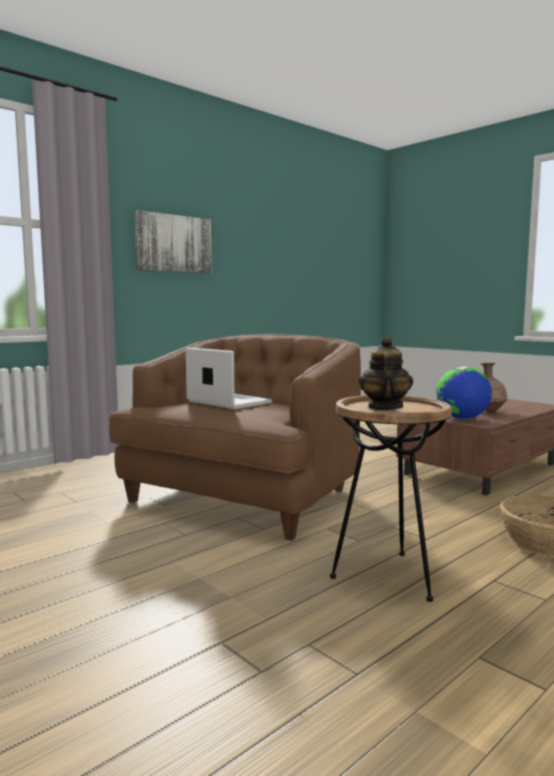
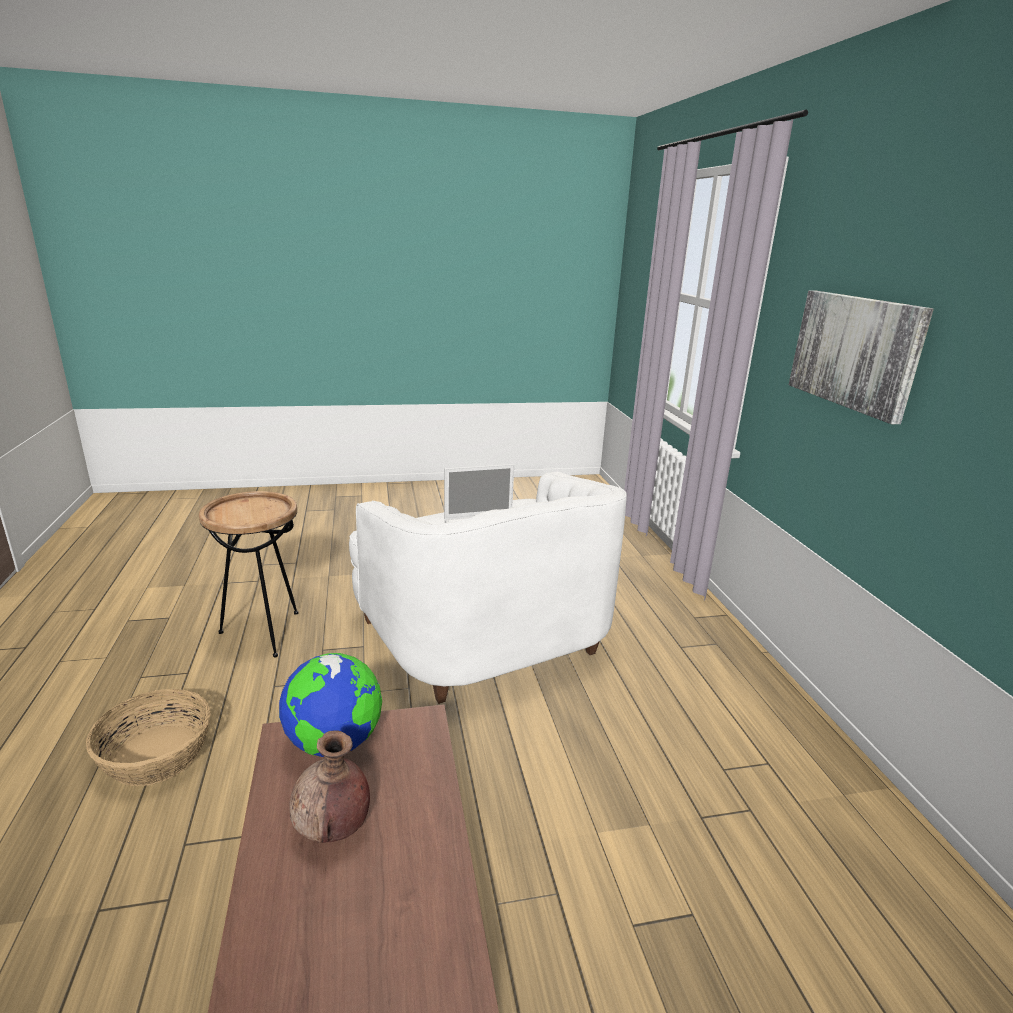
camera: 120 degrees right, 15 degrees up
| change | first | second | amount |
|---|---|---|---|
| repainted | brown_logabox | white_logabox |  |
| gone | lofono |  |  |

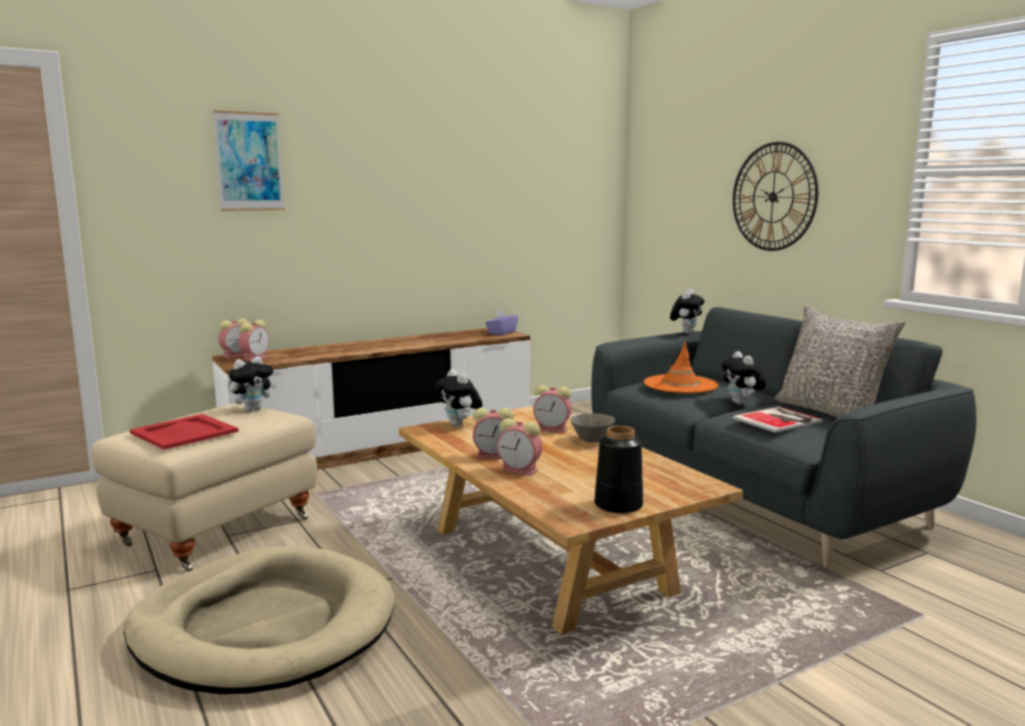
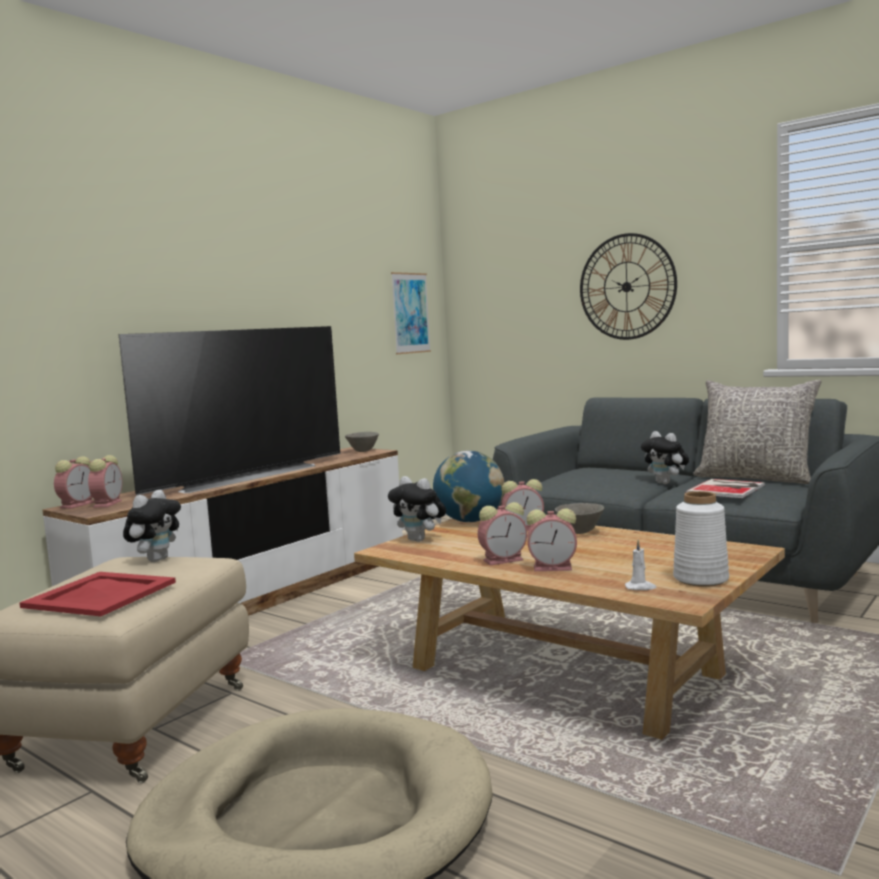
camera: 20 degrees left, 5 degrees down
| change | first | second | amount |
|---|---|---|---|
| shifted | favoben |  |  |
| swapped | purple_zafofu | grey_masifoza (no. 1 from left) |  |
| repainted | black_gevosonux | white_gevosonux |  |
| gone | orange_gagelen |  |  |
| gone | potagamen (no. 3 from left) |  |  |
| new |  | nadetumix |  |
| new |  | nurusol |  |
| new |  | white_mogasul |  |

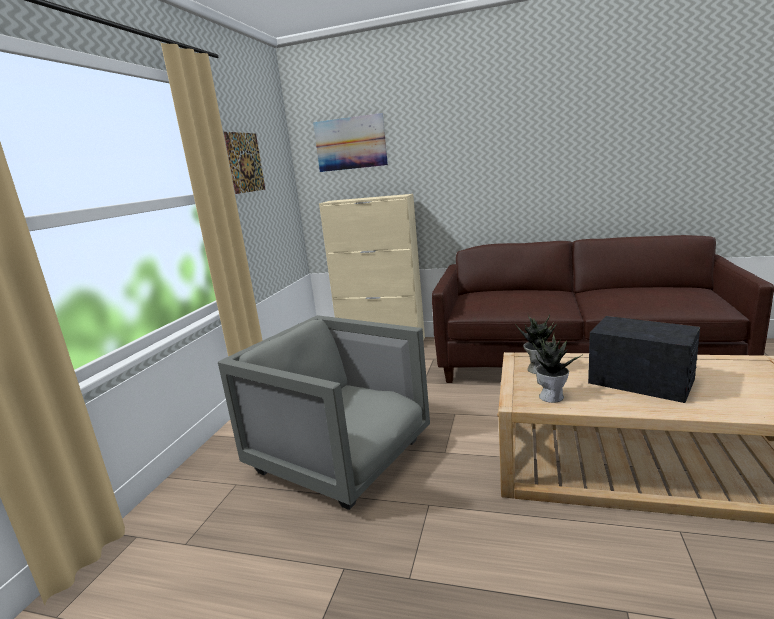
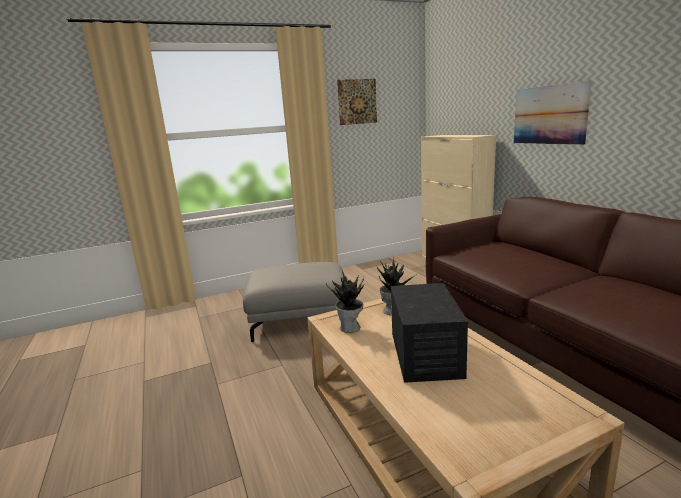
camera: 50 degrees right, 0 degrees up
| change | first | second | amount |
|---|---|---|---|
| swapped | grey_logabox | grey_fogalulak |  |
| shifted | favoben (no. 2 from left) |  |  |

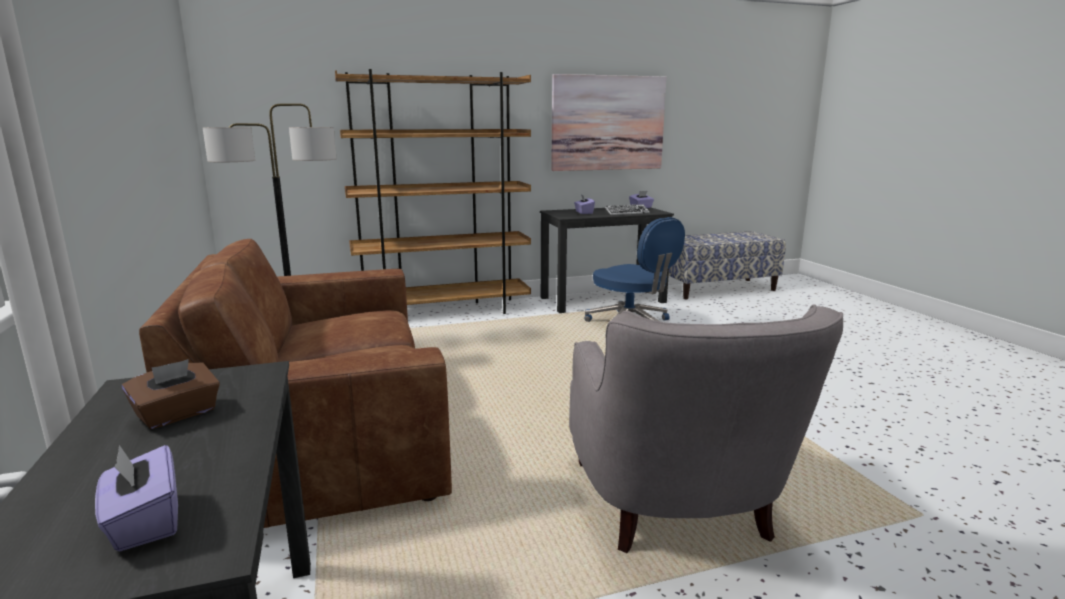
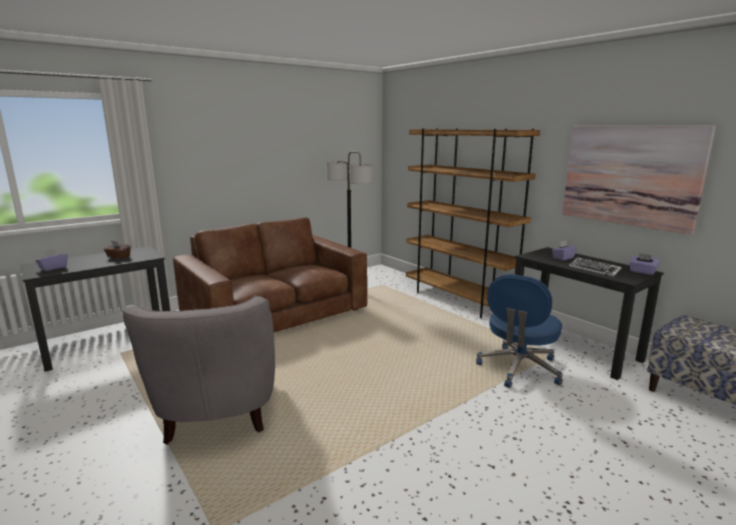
camera: 70 degrees right, 0 degrees up
| change | first | second | amount |
|---|---|---|---|
| rotated | grey_logabox |  | 75 degrees counterclockwise |

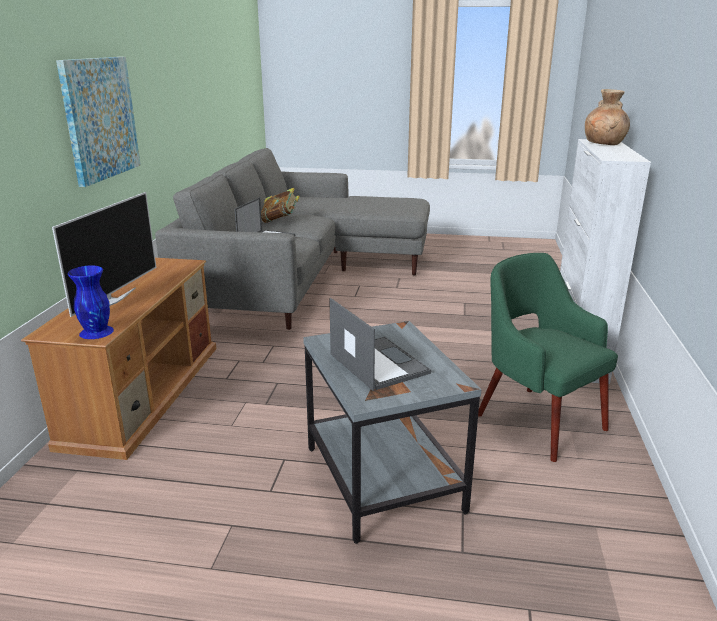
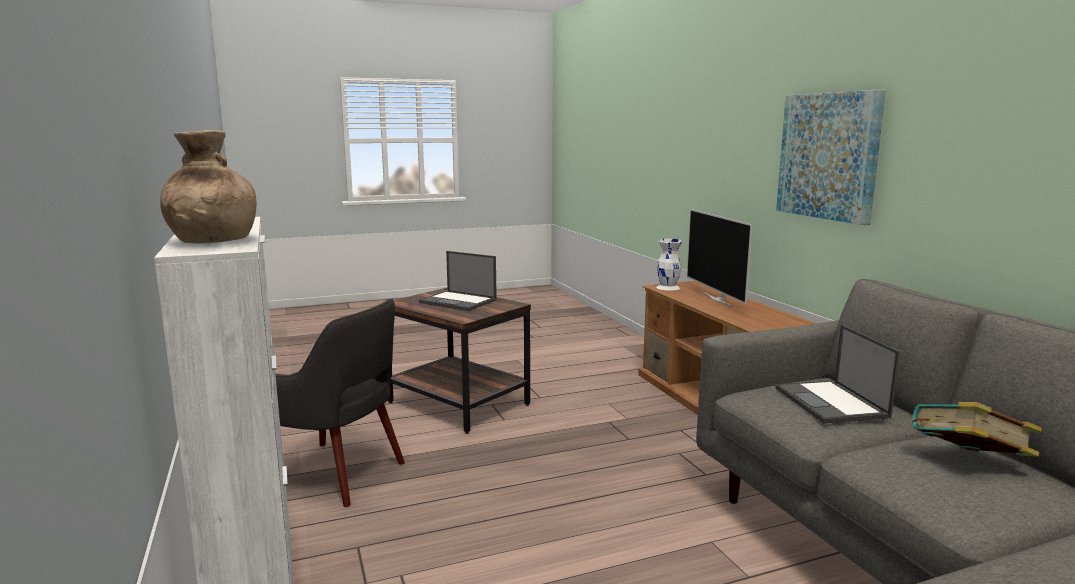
camera: 150 degrees right, 10 degrees down
| change | first | second | amount |
|---|---|---|---|
| repainted | blue_gevosonux | white_gevosonux |  |
| repainted | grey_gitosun | brown_gitosun |  |
| repainted | green_logabox | grey_logabox |  |

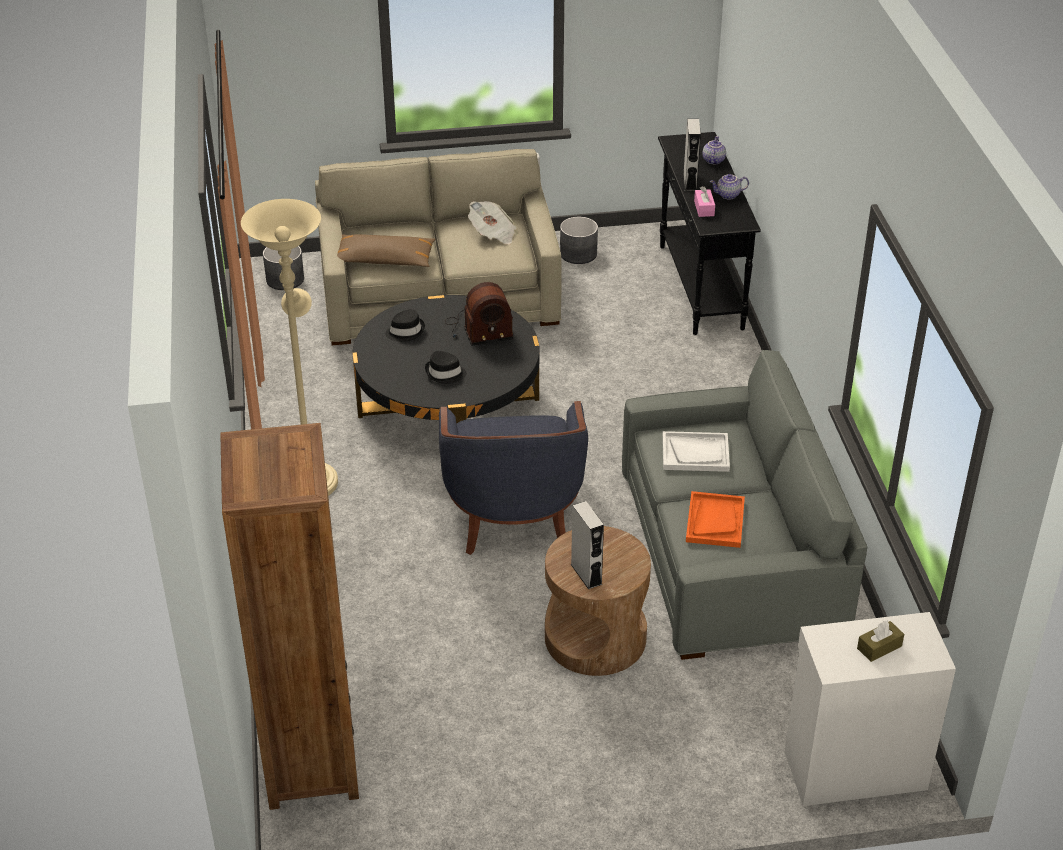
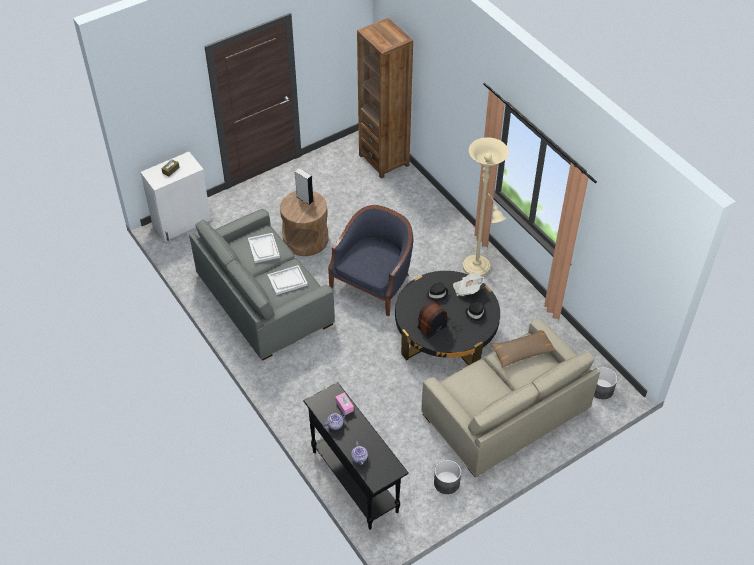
camera: 155 degrees right, 10 degrees up
| change | first | second | amount |
|---|---|---|---|
| rotated | blue_logabox |  | 60 degrees clockwise |
| shifted | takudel |  |  |
| gone | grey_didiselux (no. 2 from left) |  |  |
| repainted | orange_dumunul | white_dumunul (no. 1 from left) |  |

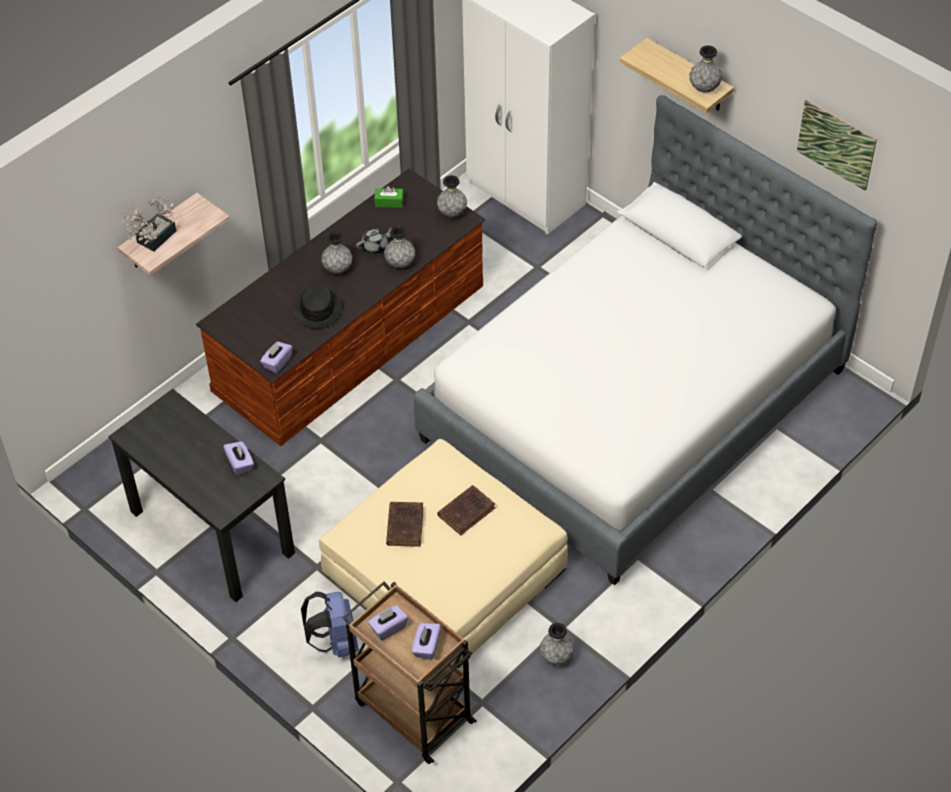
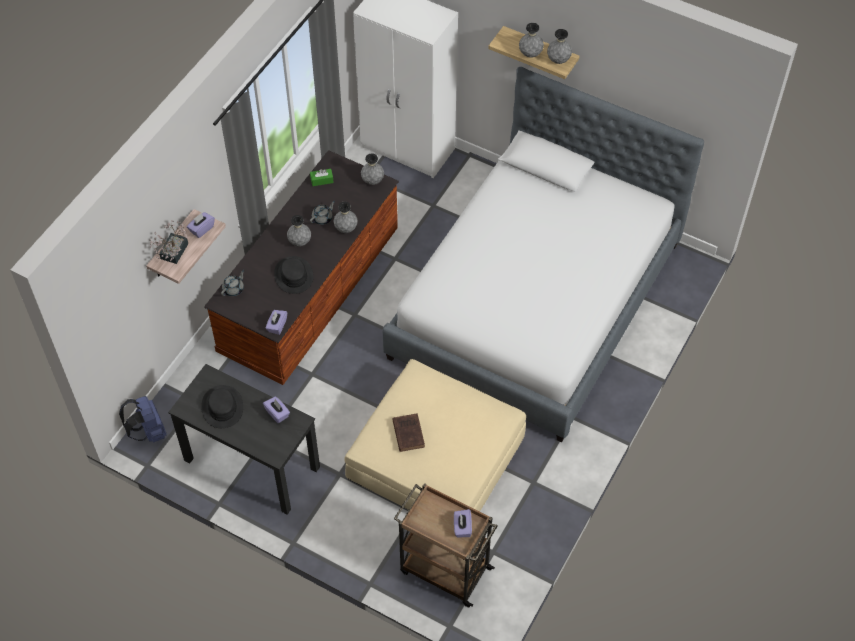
camera: 15 degrees left, 5 degrees up
| change | first | second | amount |
|---|---|---|---|
| shifted | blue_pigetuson |  |  |
| shifted | purple_zafofu (no. 3 from left in the first image) | purple_zafofu (no. 1 from left) |  |
| gone | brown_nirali (no. 2 from left) |  |  |
| shifted | grey_gevosonux (no. 4 from left) |  |  |
| gone | favoben |  |  |
| new |  | black_gagelen (no. 1 from left) |  |
| new |  | grey_lofono (no. 1 from left) |  |

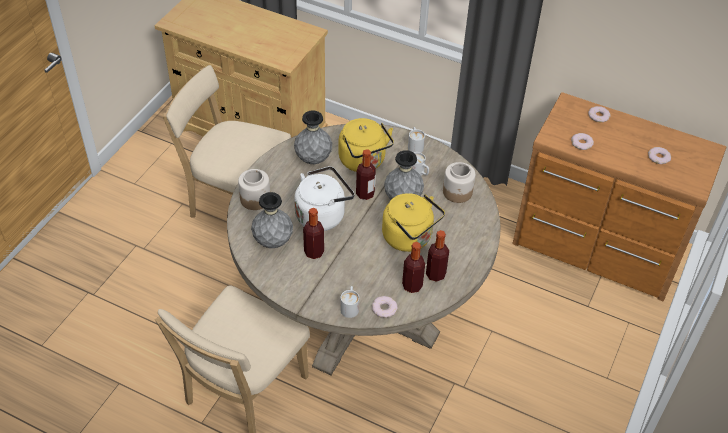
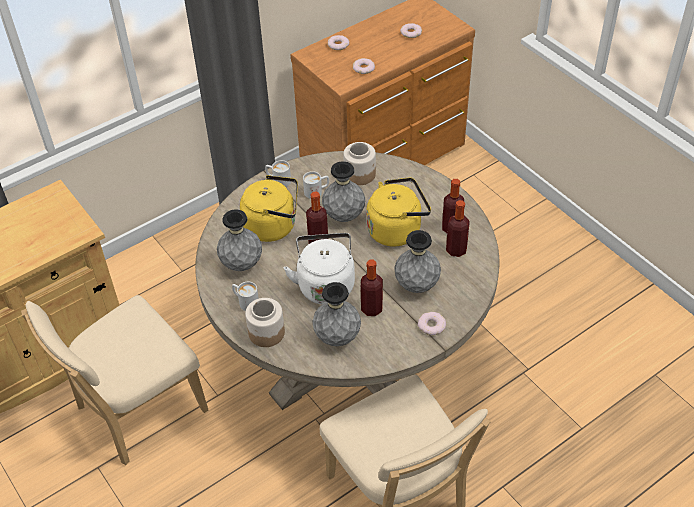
camera: 60 degrees left, 0 degrees up
| change | first | second | amount |
|---|---|---|---|
| shifted | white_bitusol (no. 1 from left) |  |  |
| shifted | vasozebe (no. 1 from left in the first image) | vasozebe (no. 4 from left) |  |
| new |  | grey_gevosonux (no. 4 from left) |  |

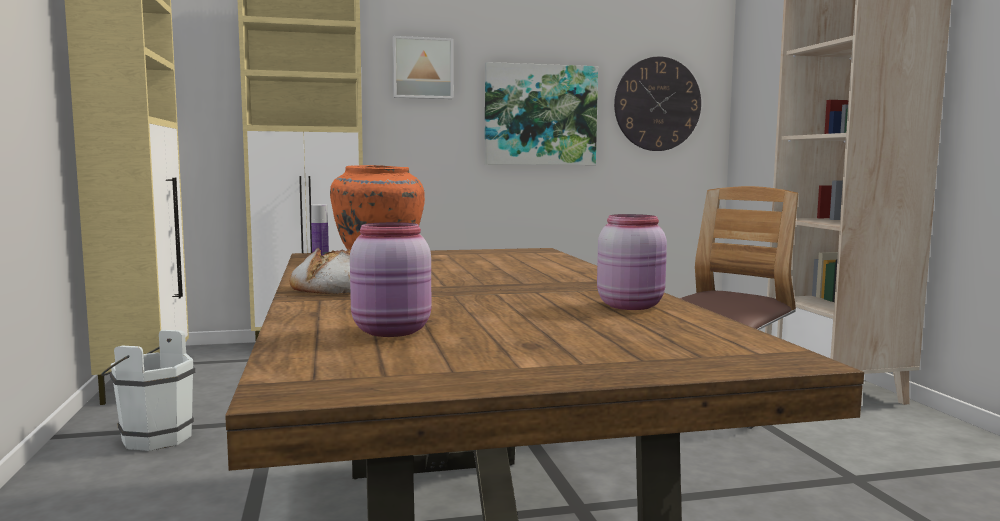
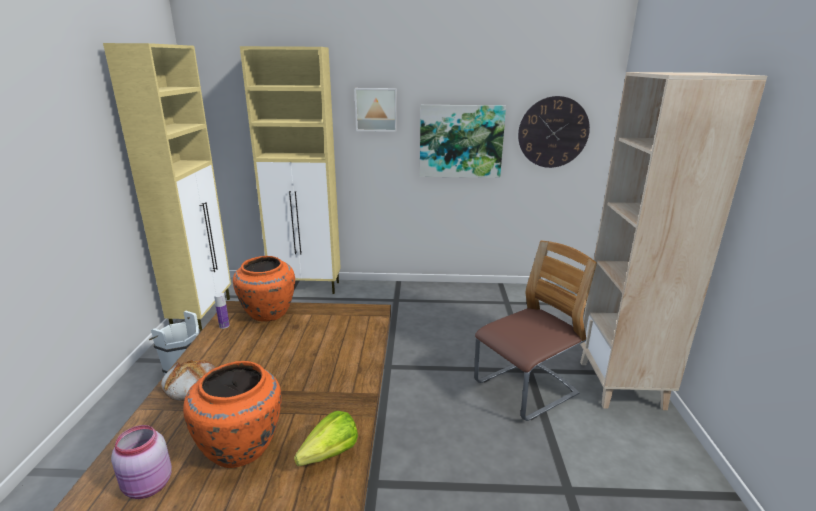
camera: 15 degrees right, 15 degrees up
| change | first | second | amount |
|---|---|---|---|
| swapped | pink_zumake (no. 2 from left) | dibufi |  |
| new |  | orange_gevosonux (no. 1 from left) |  |

